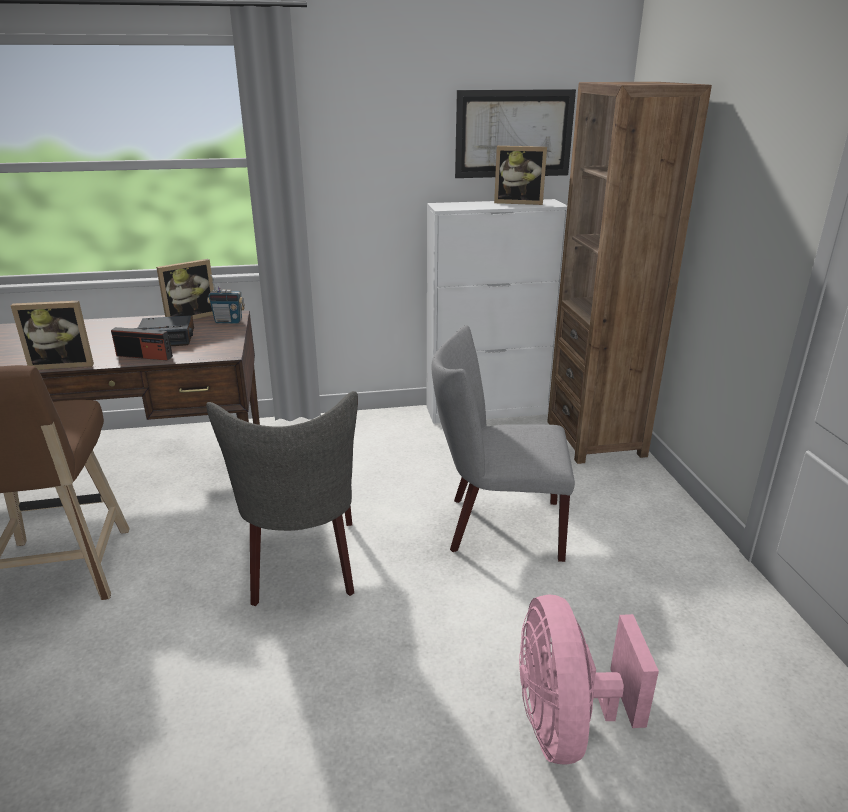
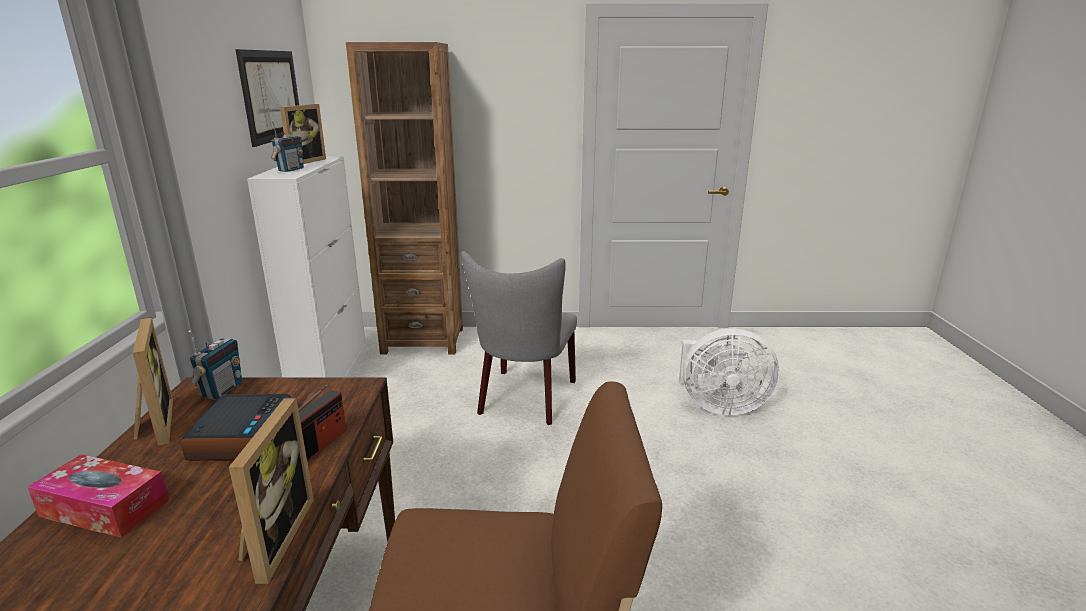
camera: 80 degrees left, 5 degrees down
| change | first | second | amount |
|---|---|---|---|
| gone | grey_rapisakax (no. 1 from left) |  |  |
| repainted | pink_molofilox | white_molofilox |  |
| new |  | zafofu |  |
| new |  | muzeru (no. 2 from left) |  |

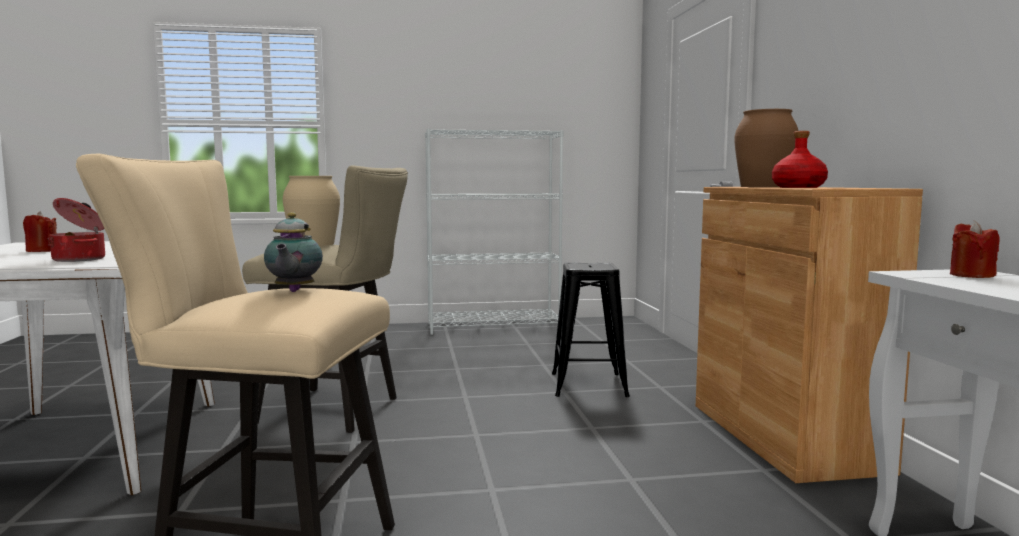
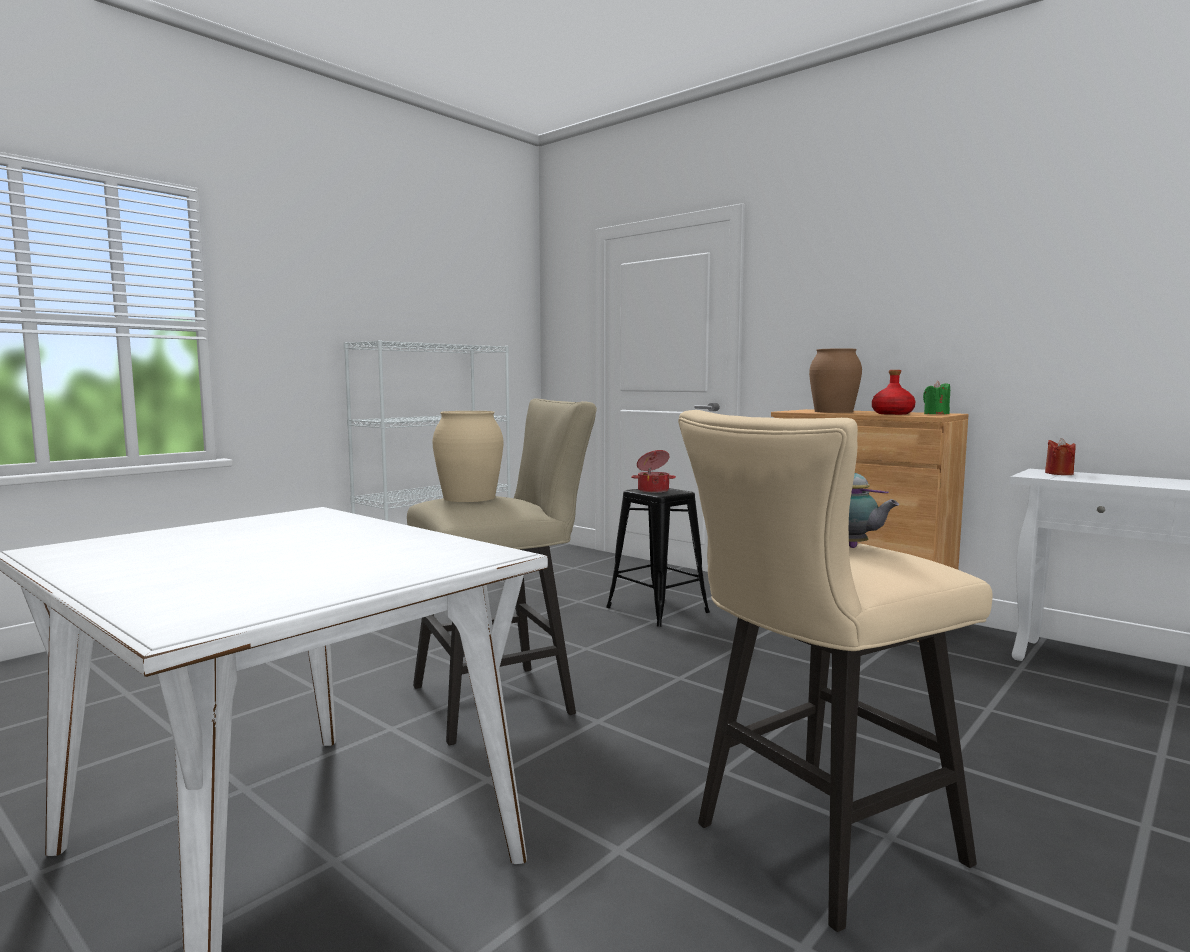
camera: 40 degrees left, 0 degrees up
| change | first | second | amount |
|---|---|---|---|
| gone | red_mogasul (no. 1 from left) |  |  |
| shifted | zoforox |  |  |
| new |  | green_mogasul |  |

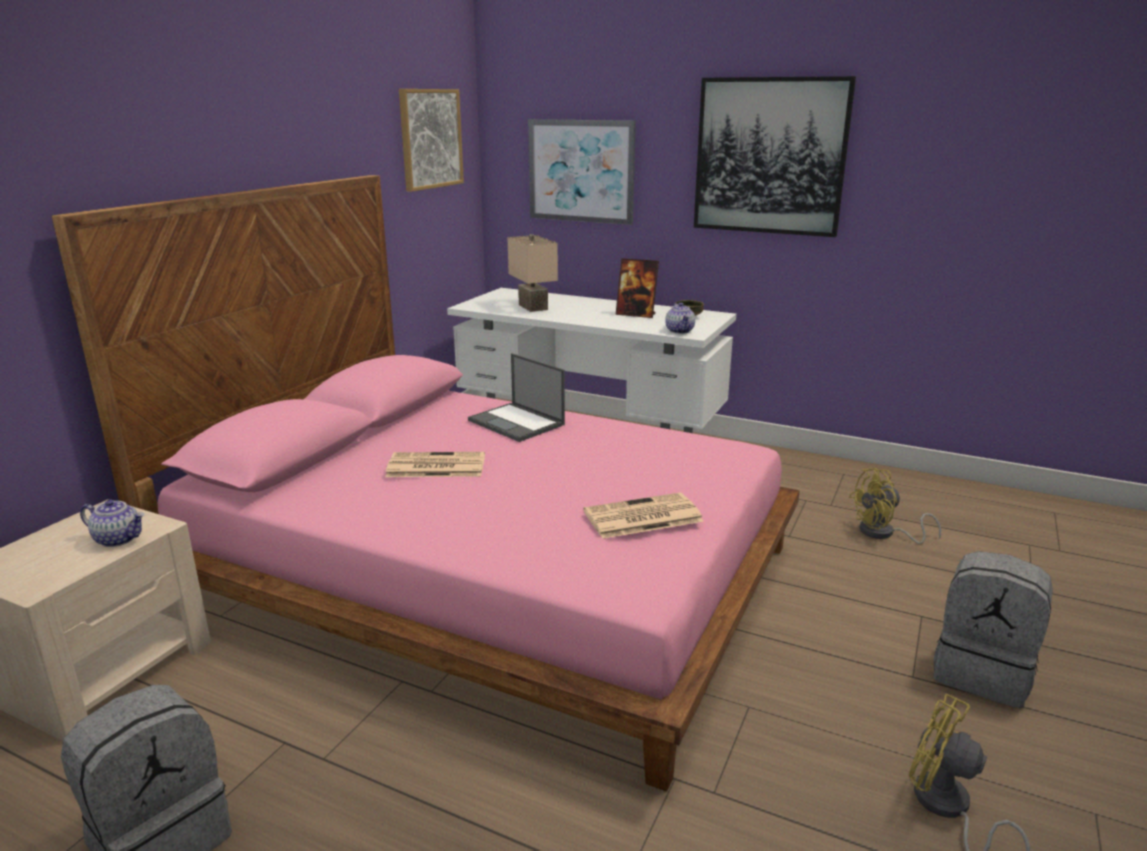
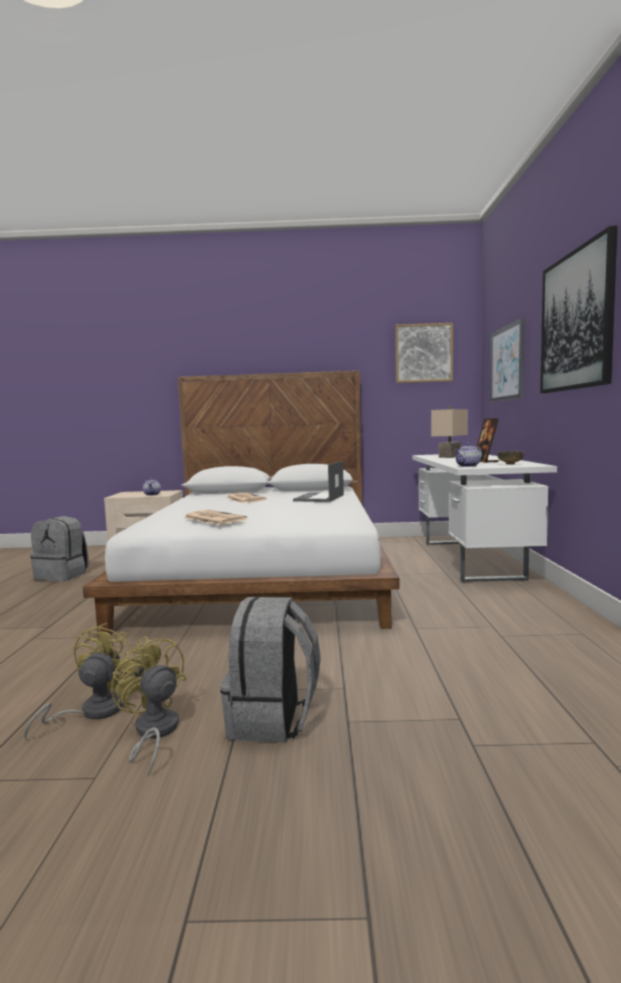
camera: 65 degrees right, 15 degrees down
| change | first | second | amount |
|---|---|---|---|
| repainted | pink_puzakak | white_puzakak |  |
| shifted | yellow_molofilox (no. 1 from left in the first image) | yellow_molofilox (no. 2 from left) |  |

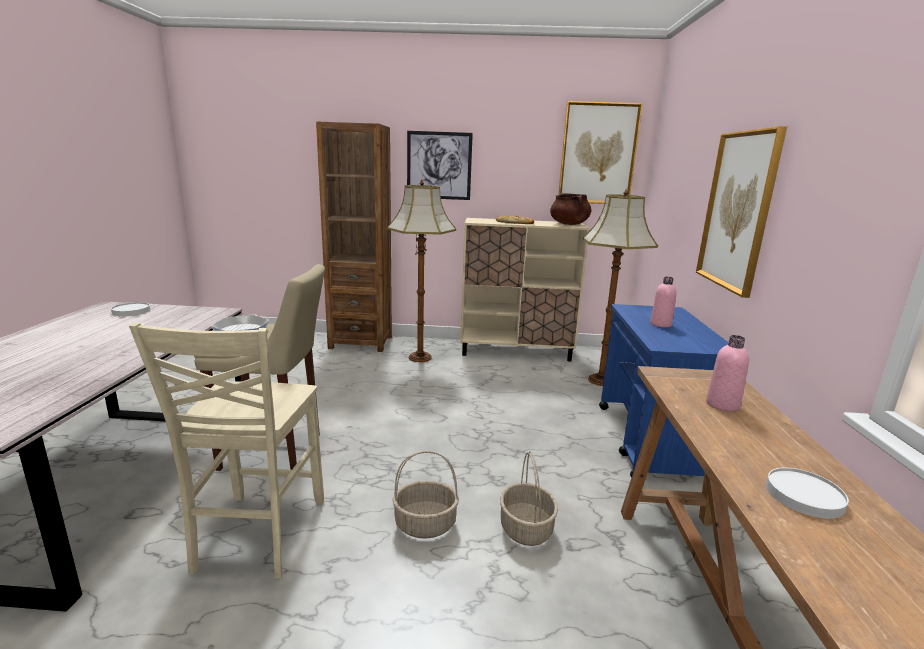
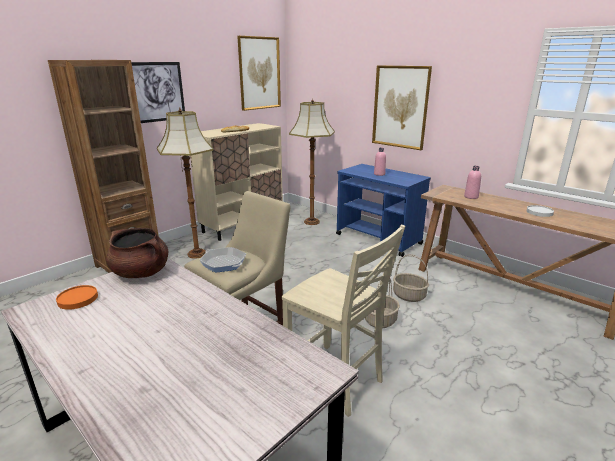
camera: 50 degrees left, 5 degrees up
| change | first | second | amount |
|---|---|---|---|
| repainted | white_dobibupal (no. 1 from left) | orange_dobibupal |  |
| shifted | brown_zoforox |  |  |

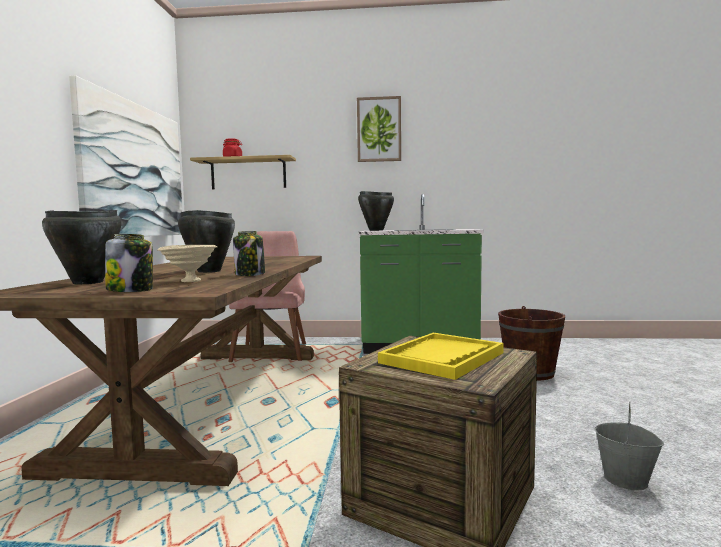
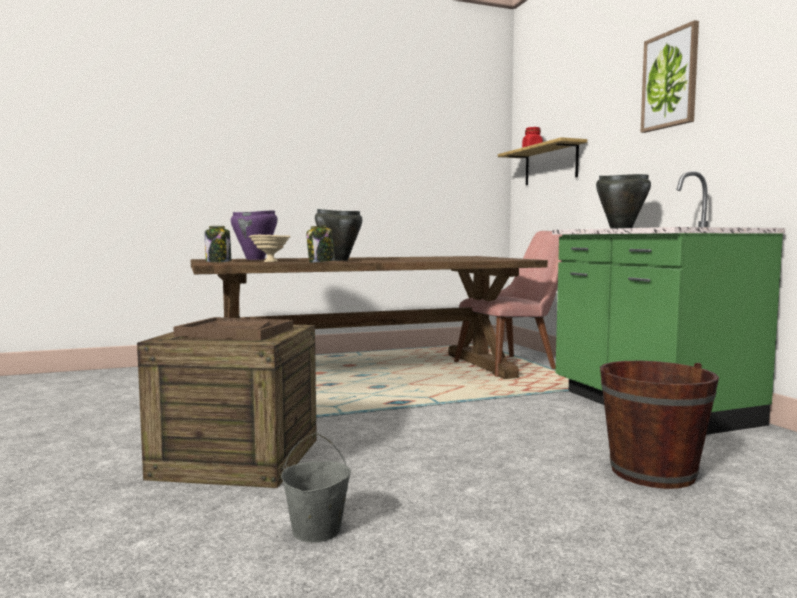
camera: 65 degrees right, 0 degrees up
| change | first | second | amount |
|---|---|---|---|
| repainted | black_zoforox (no. 1 from left) | purple_zoforox |  |
| gone | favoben (no. 1 from left) |  |  |
| repainted | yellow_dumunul | brown_dumunul |  |

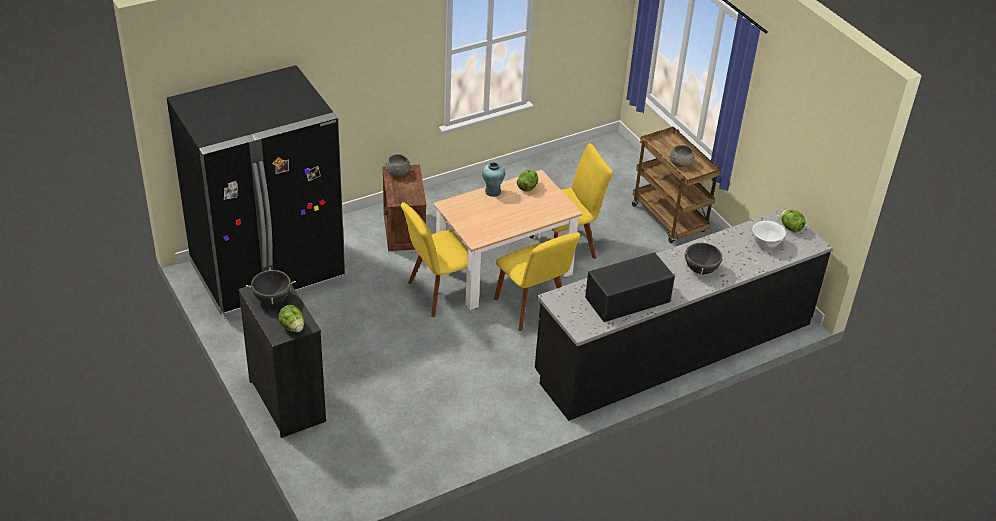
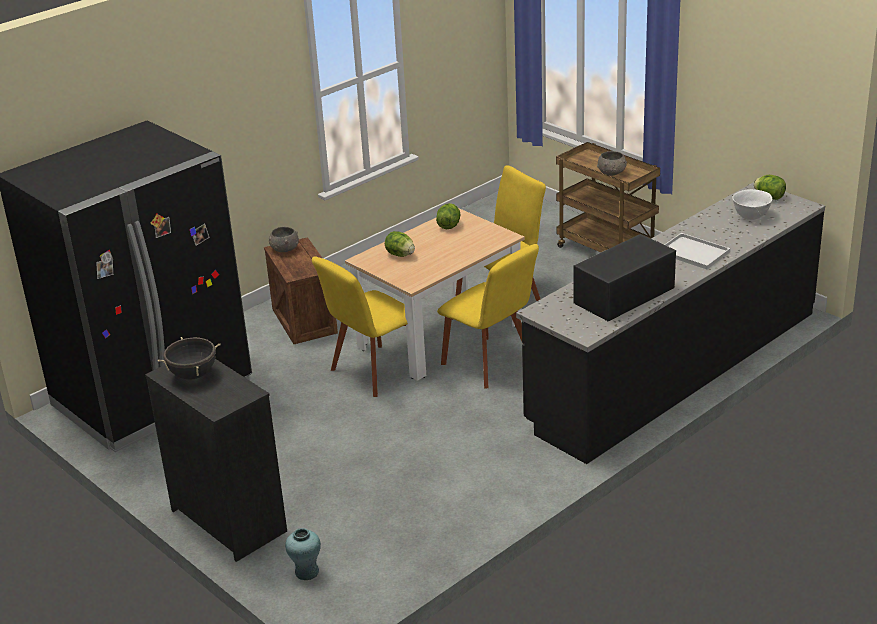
camera: 10 degrees left, 10 degrees down
| change | first | second | amount |
|---|---|---|---|
| shifted | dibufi (no. 1 from left) |  |  |
| shifted | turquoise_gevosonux |  |  |
| swapped | black_zoforox (no. 2 from left) | white_dumunul |  |

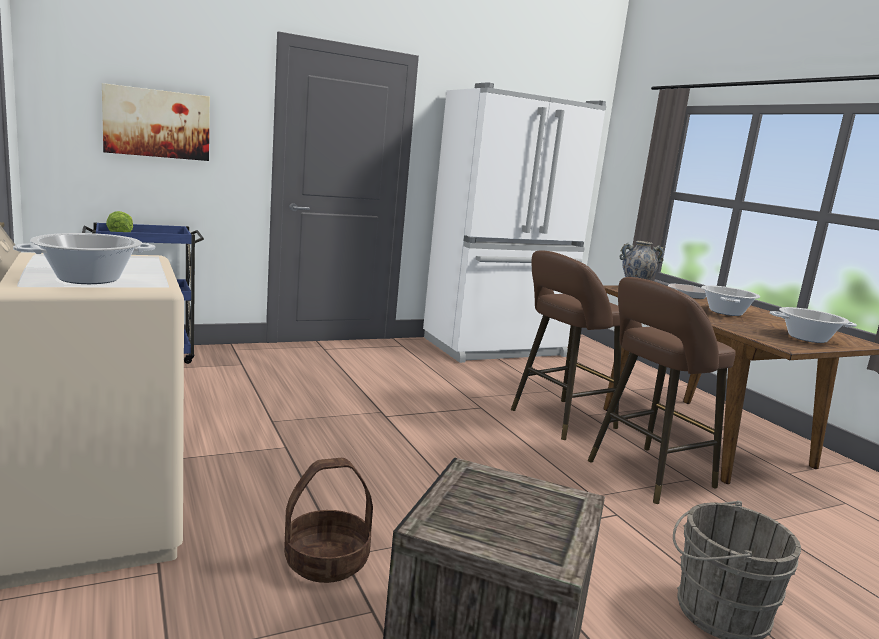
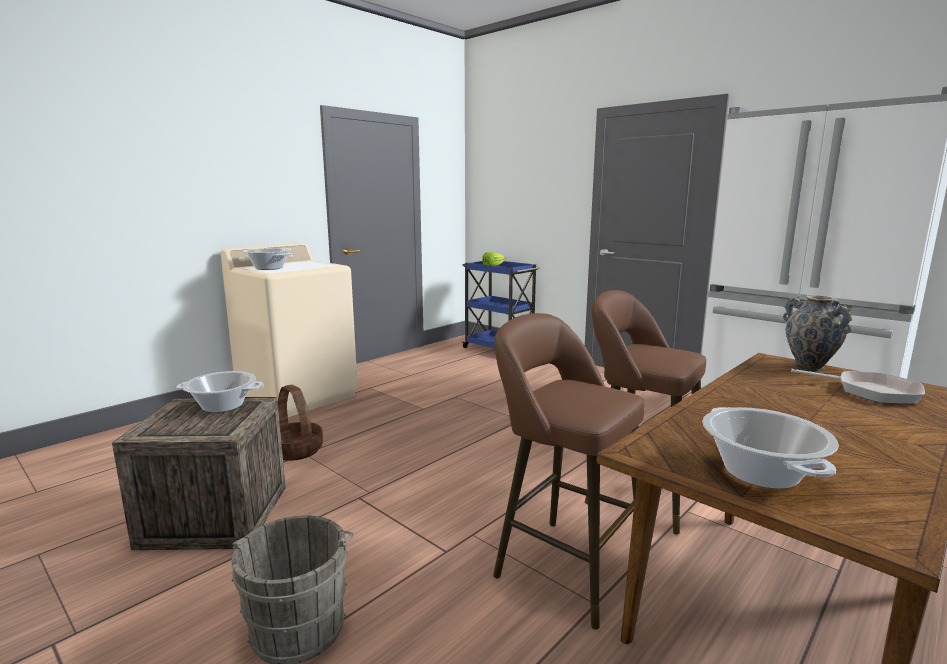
camera: 70 degrees right, 0 degrees up
| change | first | second | amount |
|---|---|---|---|
| gone | favoben |  |  |
| shifted | zoforox (no. 2 from left in the first image) | zoforox (no. 1 from left) |  |

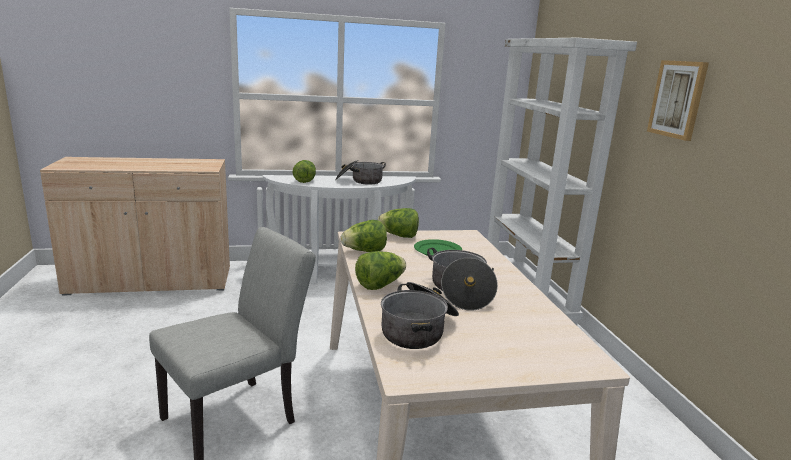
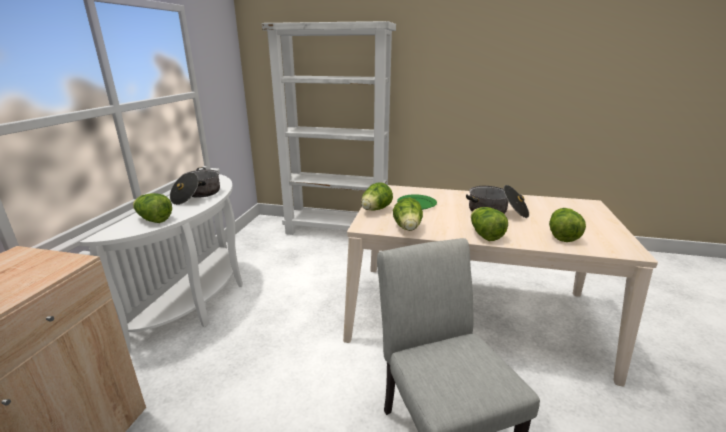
camera: 65 degrees left, 5 degrees up
| change | first | second | amount |
|---|---|---|---|
| swapped | zoforox (no. 2 from left) | dibufi (no. 5 from left) |  |
| gone | favoben |  |  |

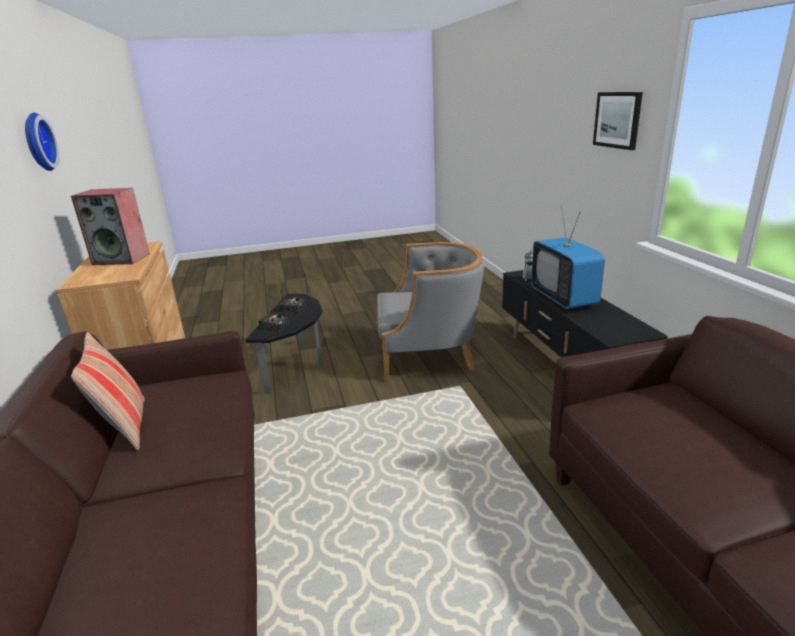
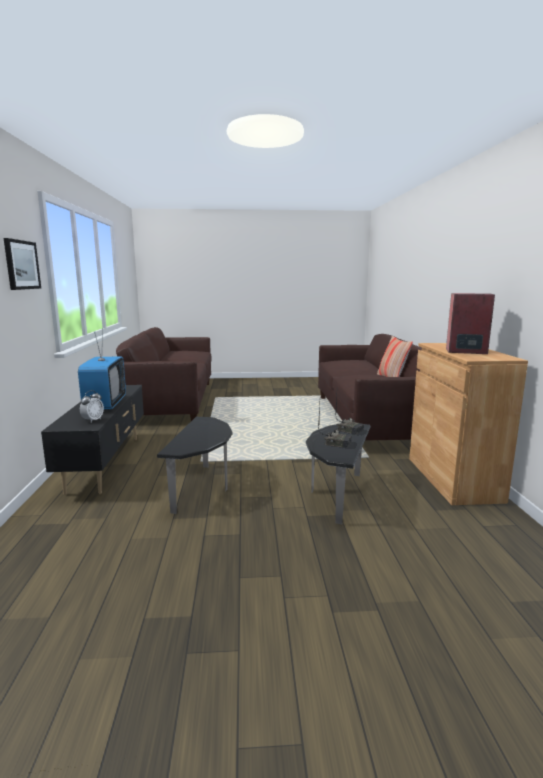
camera: 170 degrees left, 10 degrees down
| change | first | second | amount |
|---|---|---|---|
| gone | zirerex |  |  |
| swapped | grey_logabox | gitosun (no. 1 from left) |  |

